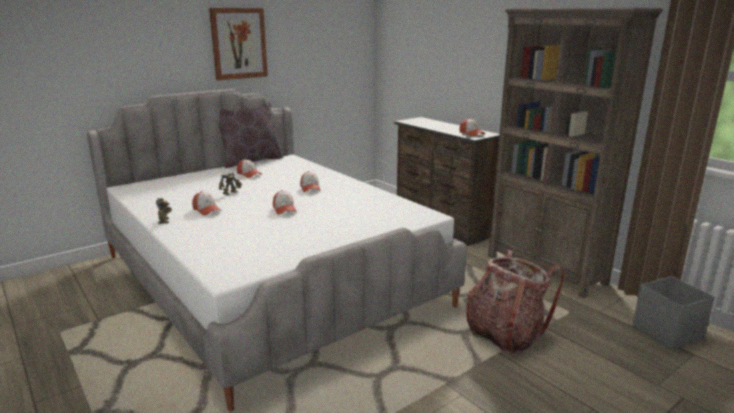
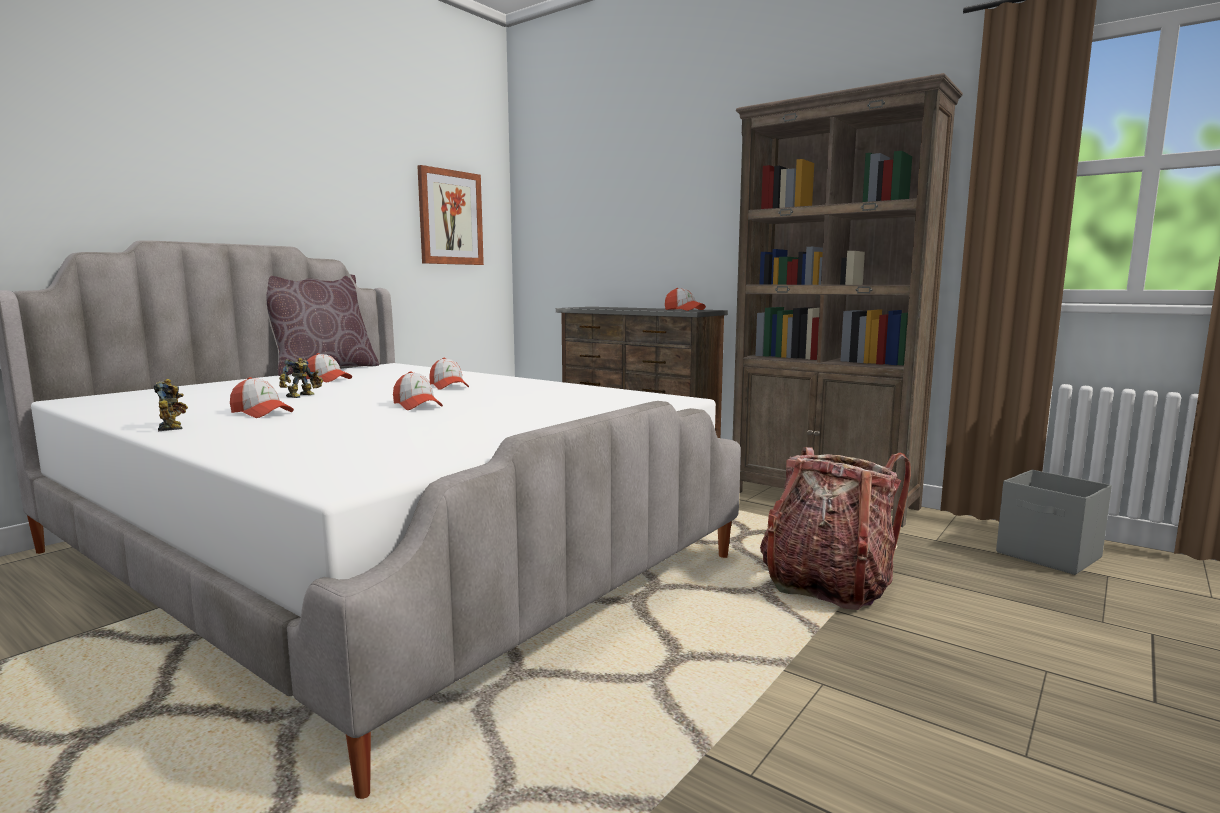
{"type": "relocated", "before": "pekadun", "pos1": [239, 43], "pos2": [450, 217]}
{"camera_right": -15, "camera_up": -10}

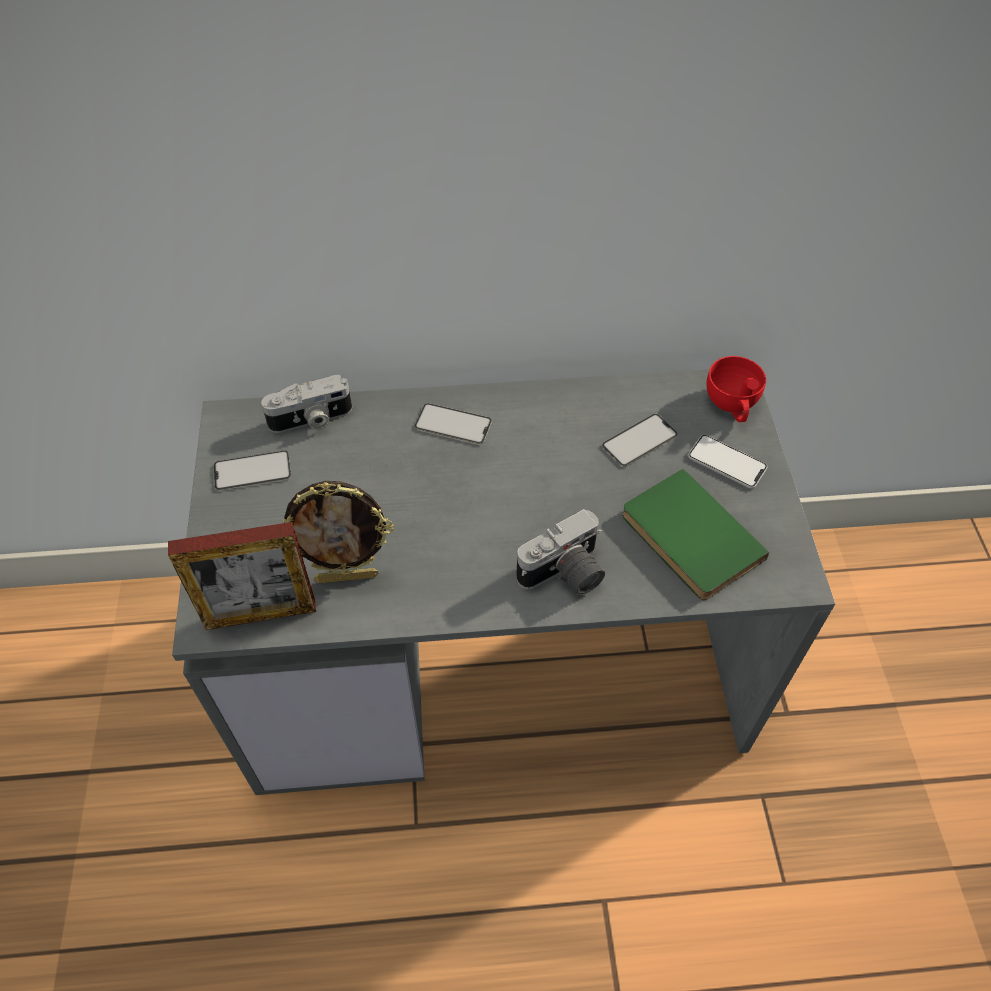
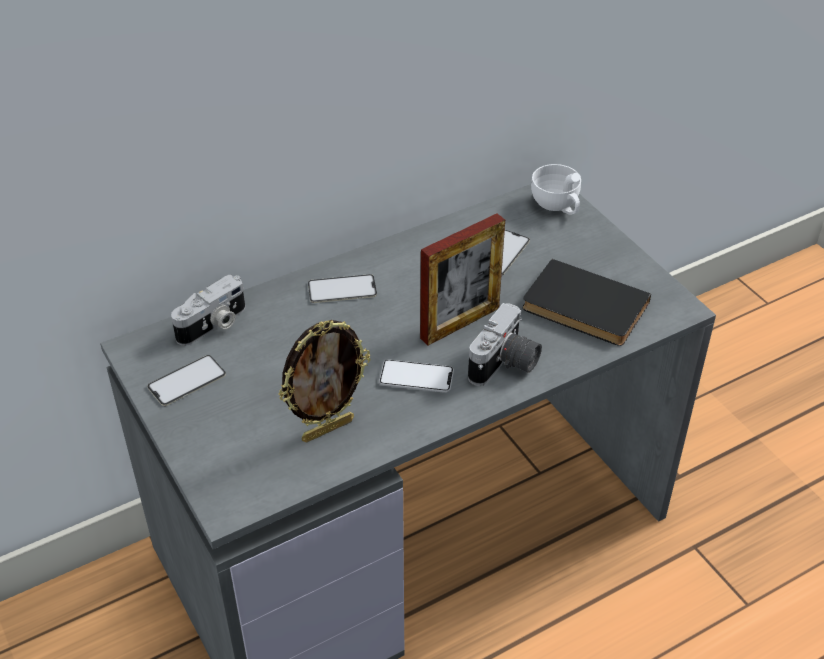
{"type": "colour", "before": "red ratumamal", "after": "white ratumamal", "pos1": [732, 405], "pos2": [557, 206]}
{"type": "relocated", "before": "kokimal", "pos1": [726, 462], "pos2": [416, 377]}
{"type": "colour", "before": "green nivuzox", "after": "black nivuzox", "pos1": [688, 539], "pos2": [583, 308]}
{"type": "relocated", "before": "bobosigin", "pos1": [261, 614], "pos2": [460, 323]}
{"camera_right": -25, "camera_up": -10}

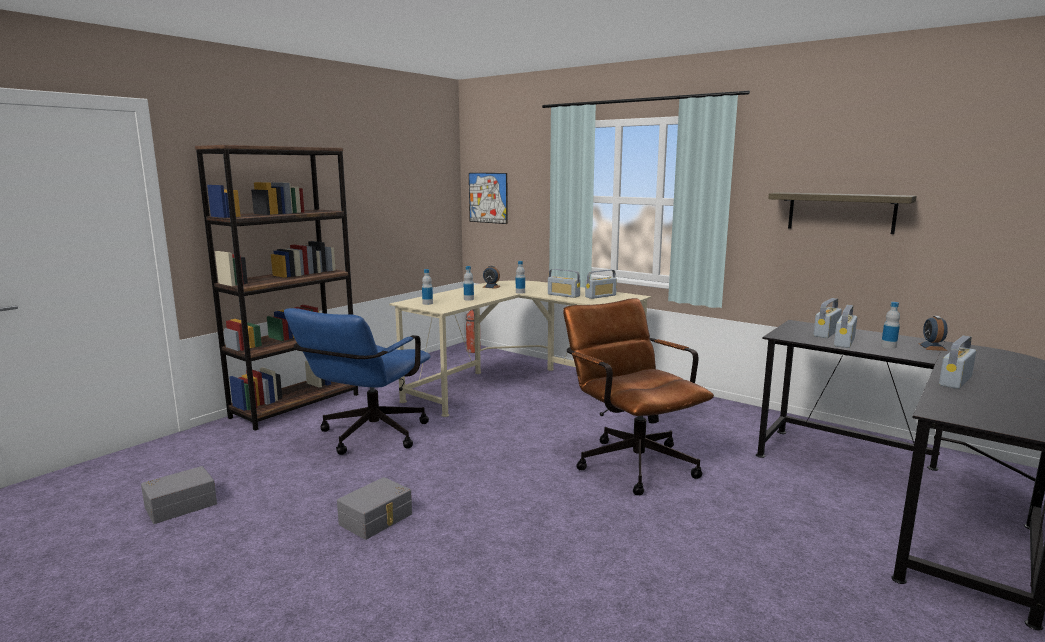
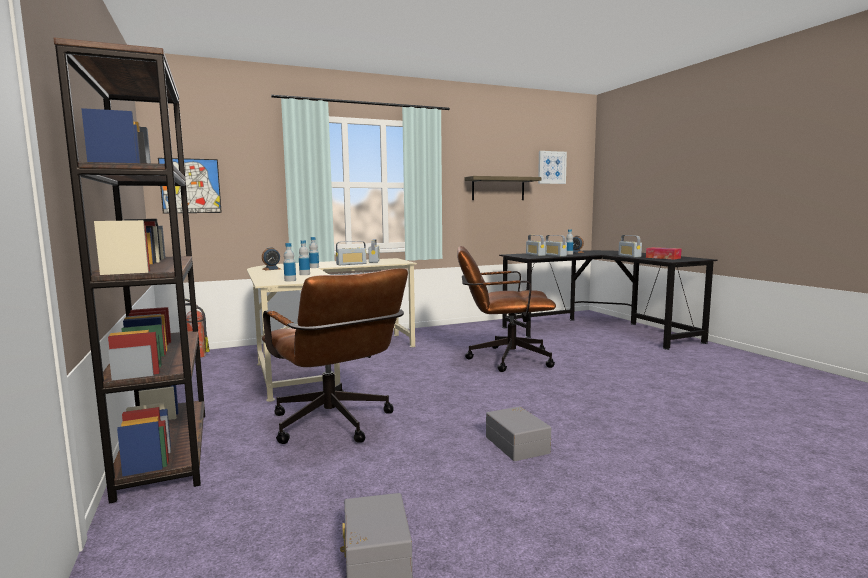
{"type": "colour", "before": "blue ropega", "after": "brown ropega", "pos1": [368, 437], "pos2": [335, 426]}
{"type": "appeared", "after": "pekadun", "pos2": [551, 167]}
{"type": "appeared", "after": "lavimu", "pos2": [663, 258]}
{"camera_right": -60, "camera_up": -5}

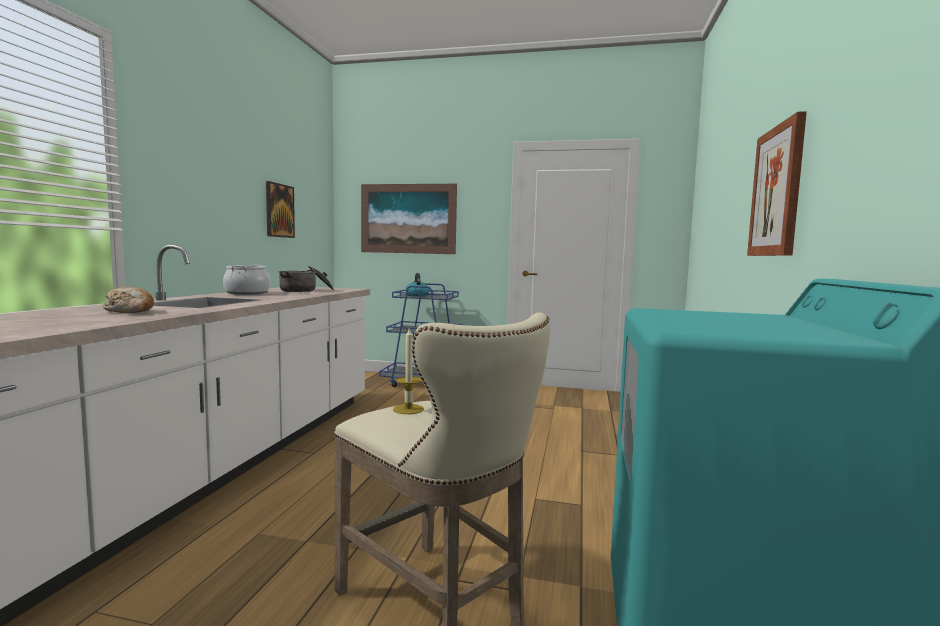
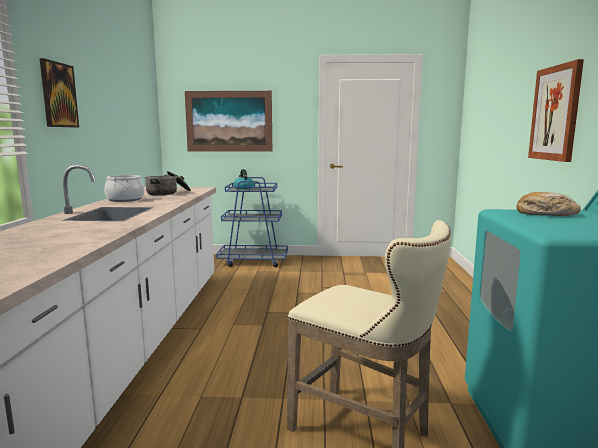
{"type": "relocated", "before": "pekadun", "pos1": [279, 210], "pos2": [58, 95]}
{"type": "relocated", "before": "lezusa", "pos1": [130, 311], "pos2": [545, 213]}
{"type": "missing", "before": "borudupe", "pos1": [408, 409]}
{"camera_right": -10, "camera_up": 5}

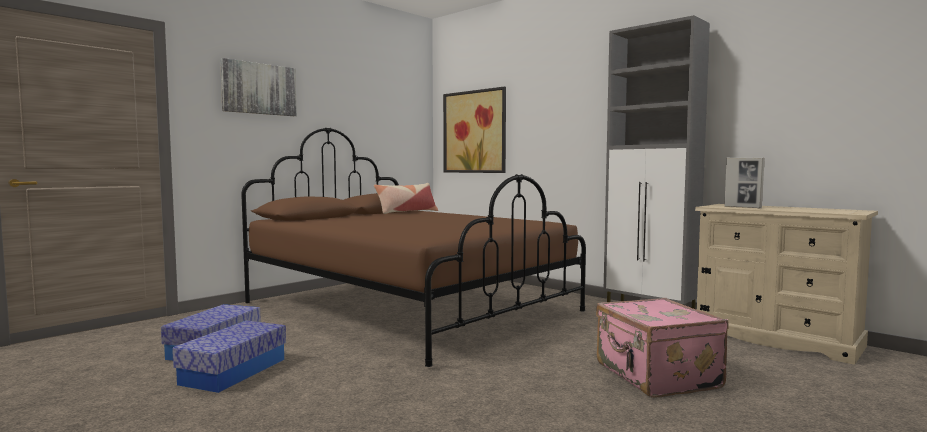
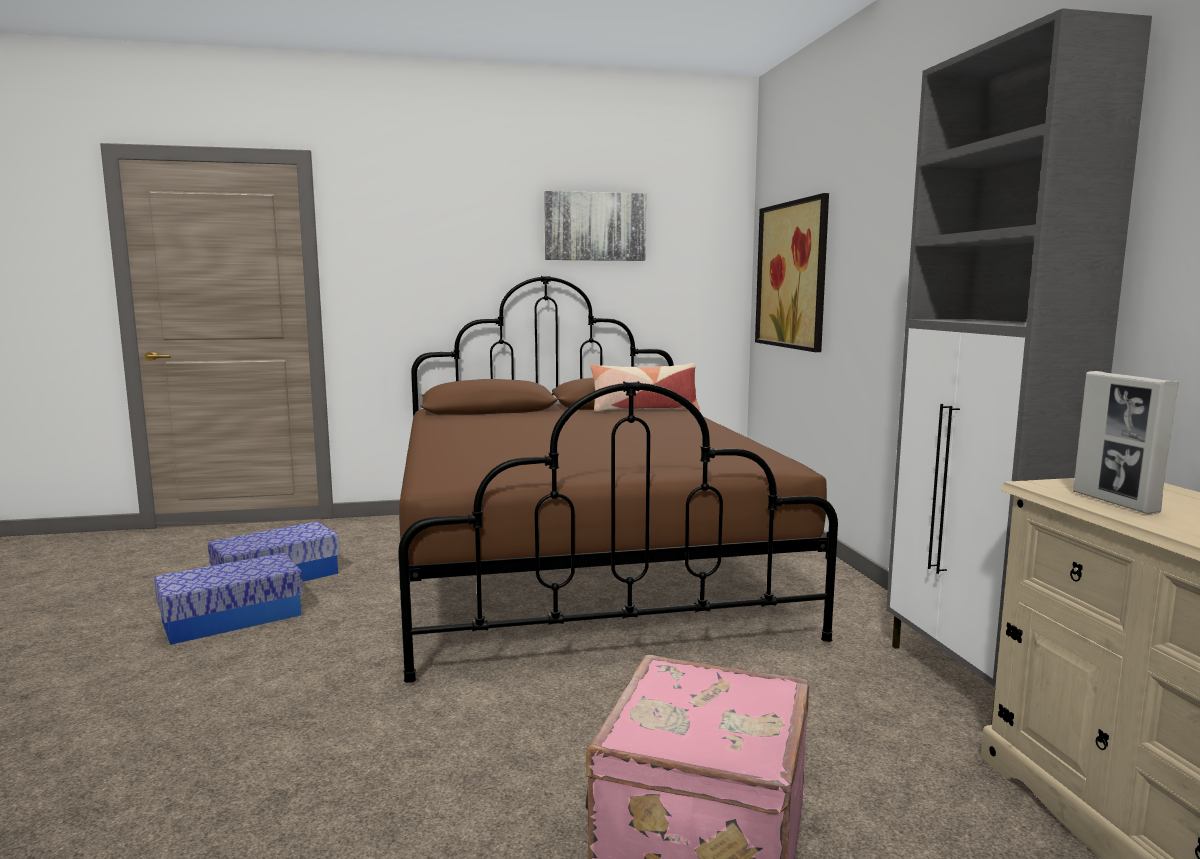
{"type": "relocated", "before": "pekadun", "pos1": [259, 89], "pos2": [595, 226]}
{"camera_right": 35, "camera_up": 5}

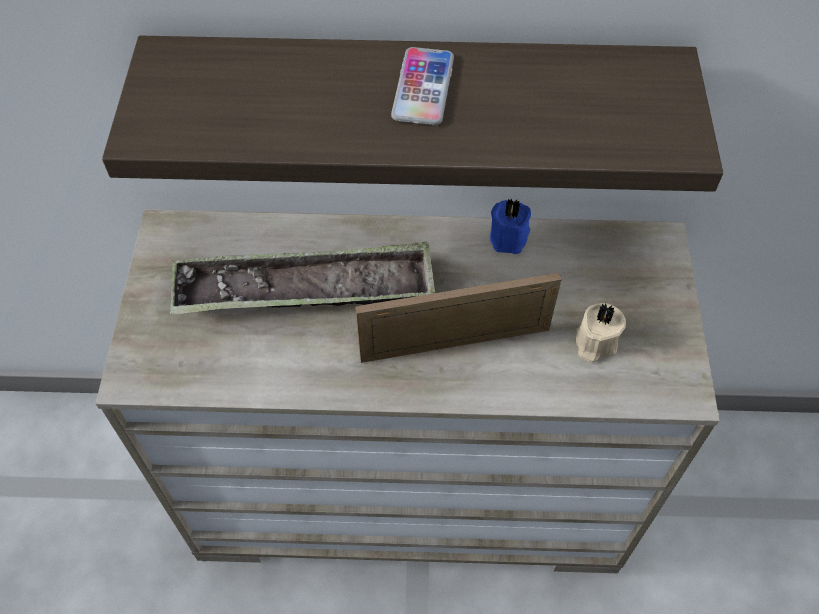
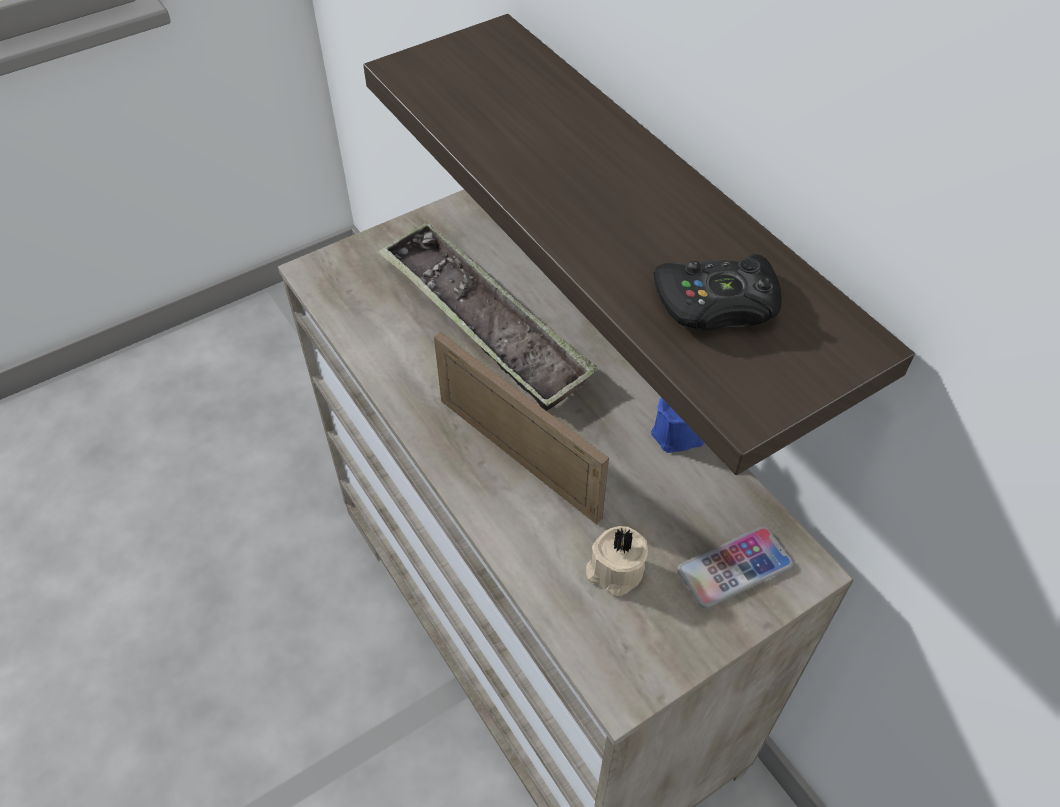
{"type": "relocated", "before": "kokimal", "pos1": [423, 87], "pos2": [734, 568]}
{"type": "appeared", "after": "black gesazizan", "pos2": [717, 304]}
{"camera_right": 55, "camera_up": -5}

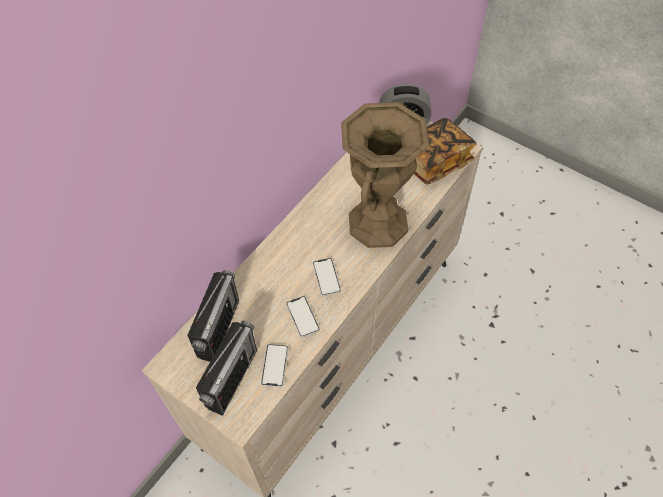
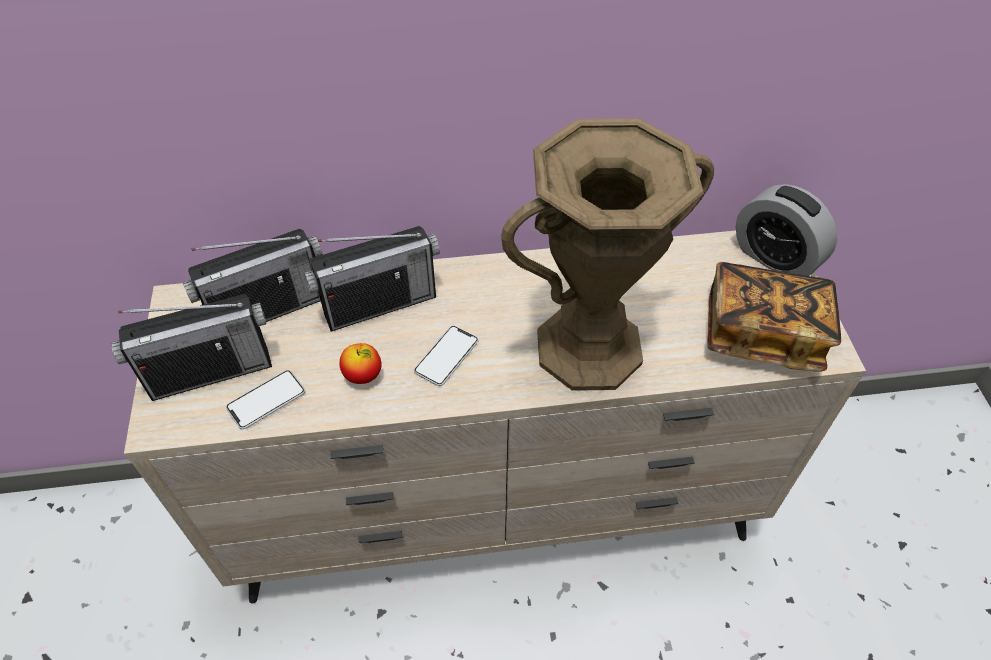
{"type": "exchanged", "before": "kokimal", "after": "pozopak", "pos1": [302, 317], "pos2": [363, 376]}
{"type": "appeared", "after": "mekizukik", "pos2": [380, 304]}
{"camera_right": 45, "camera_up": -5}

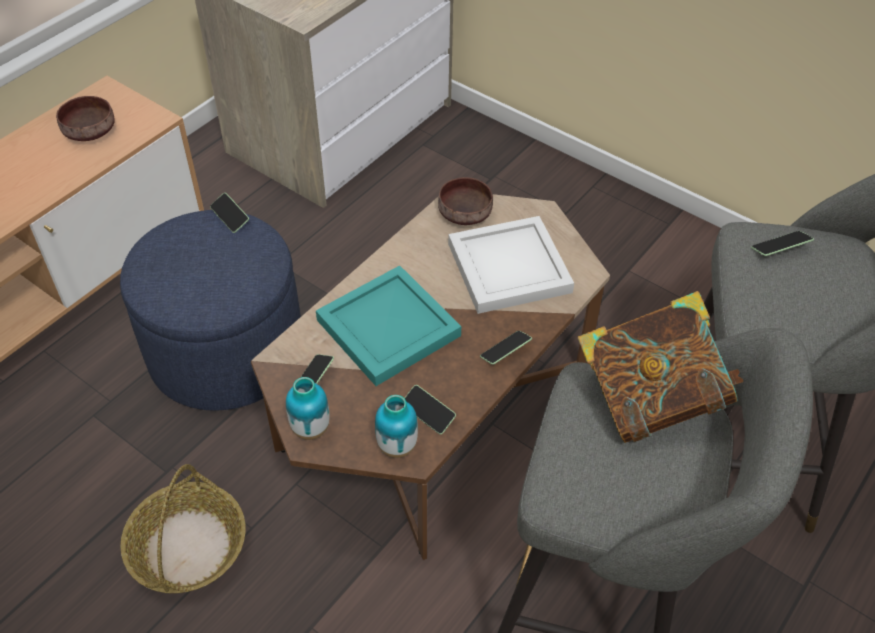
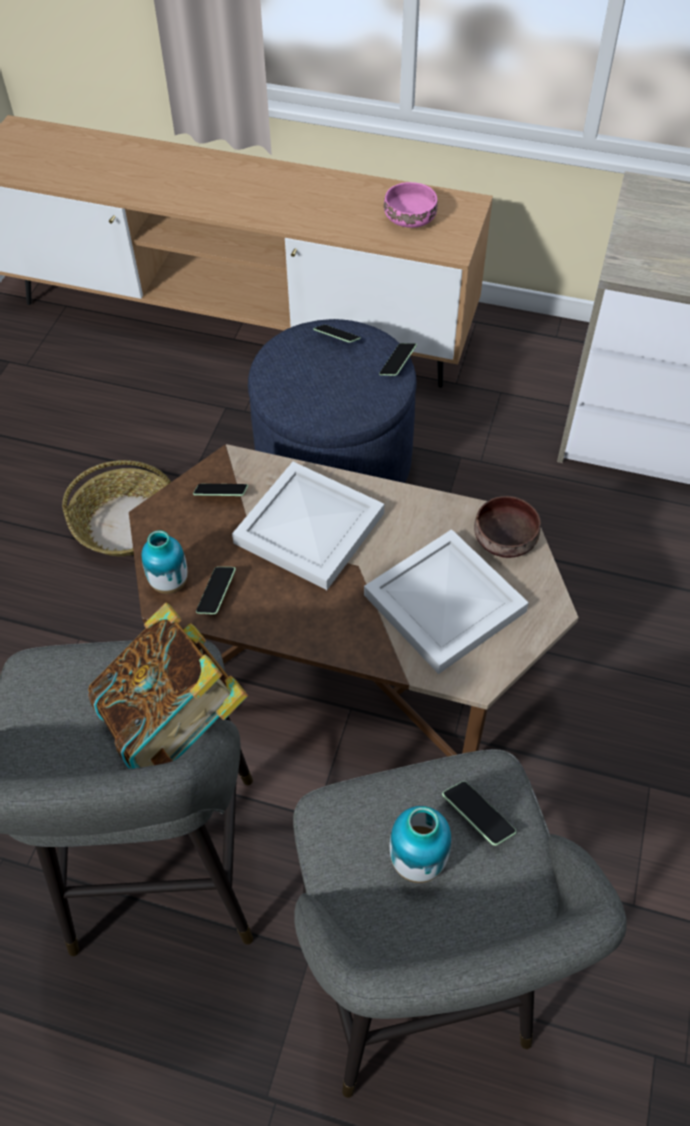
{"type": "colour", "before": "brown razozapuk", "after": "pink razozapuk", "pos1": [90, 130], "pos2": [411, 218]}
{"type": "colour", "before": "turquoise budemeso", "after": "white budemeso", "pos1": [386, 327], "pos2": [309, 526]}
{"type": "relocated", "before": "kokimal", "pos1": [505, 352], "pos2": [337, 338]}
{"type": "relocated", "before": "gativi", "pos1": [310, 429], "pos2": [417, 861]}
{"camera_right": 70, "camera_up": 5}

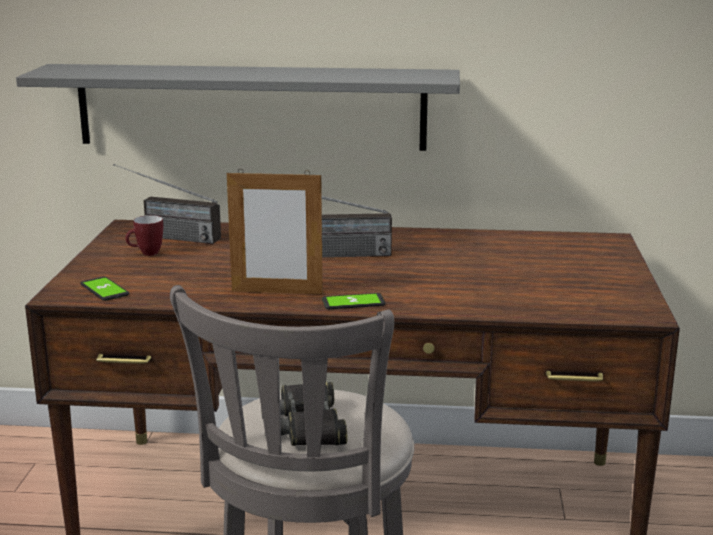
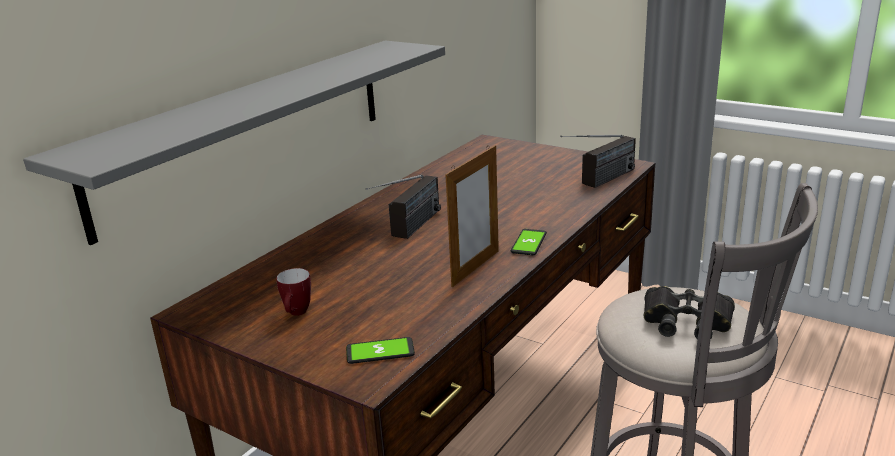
{"type": "relocated", "before": "mekizukik", "pos1": [164, 236], "pos2": [599, 182]}
{"camera_right": -60, "camera_up": 5}

